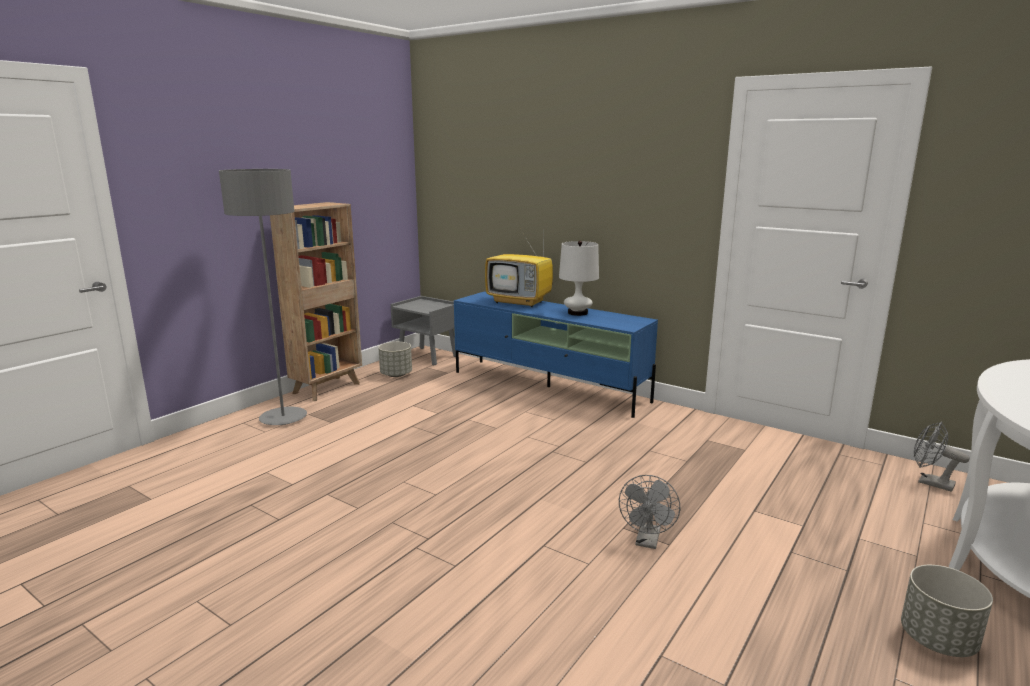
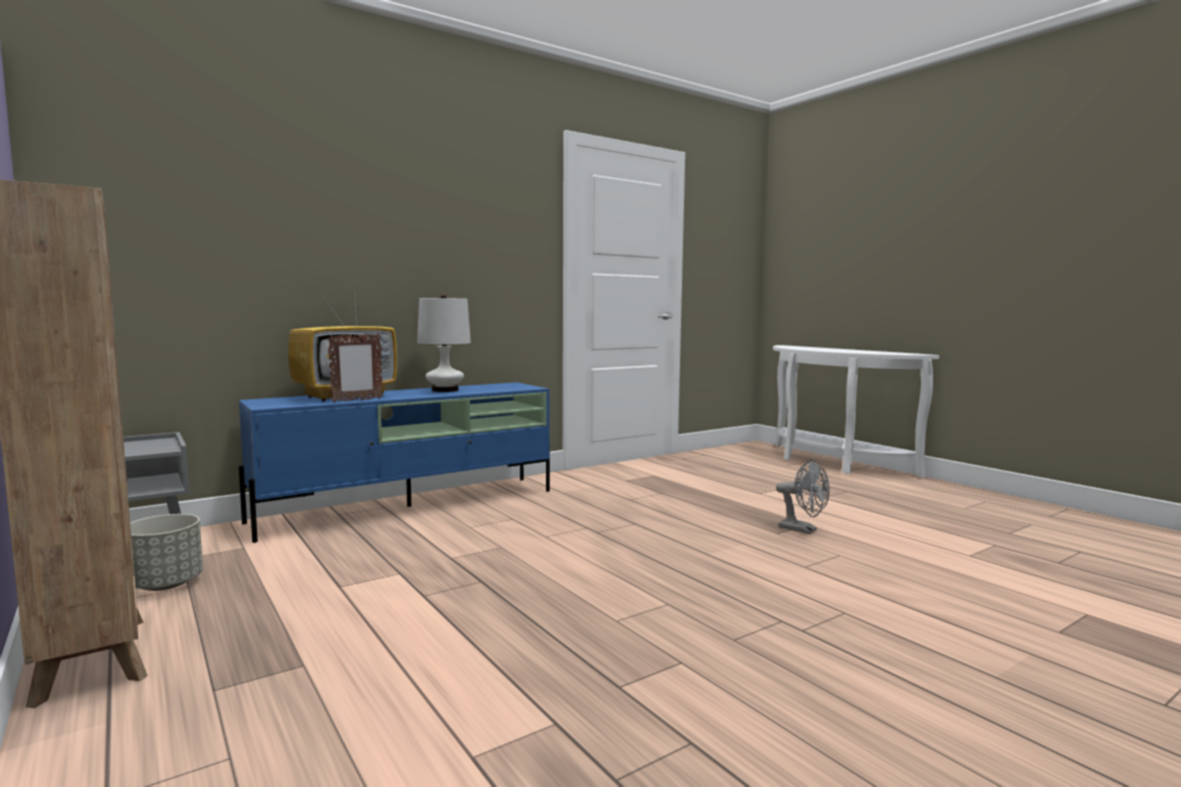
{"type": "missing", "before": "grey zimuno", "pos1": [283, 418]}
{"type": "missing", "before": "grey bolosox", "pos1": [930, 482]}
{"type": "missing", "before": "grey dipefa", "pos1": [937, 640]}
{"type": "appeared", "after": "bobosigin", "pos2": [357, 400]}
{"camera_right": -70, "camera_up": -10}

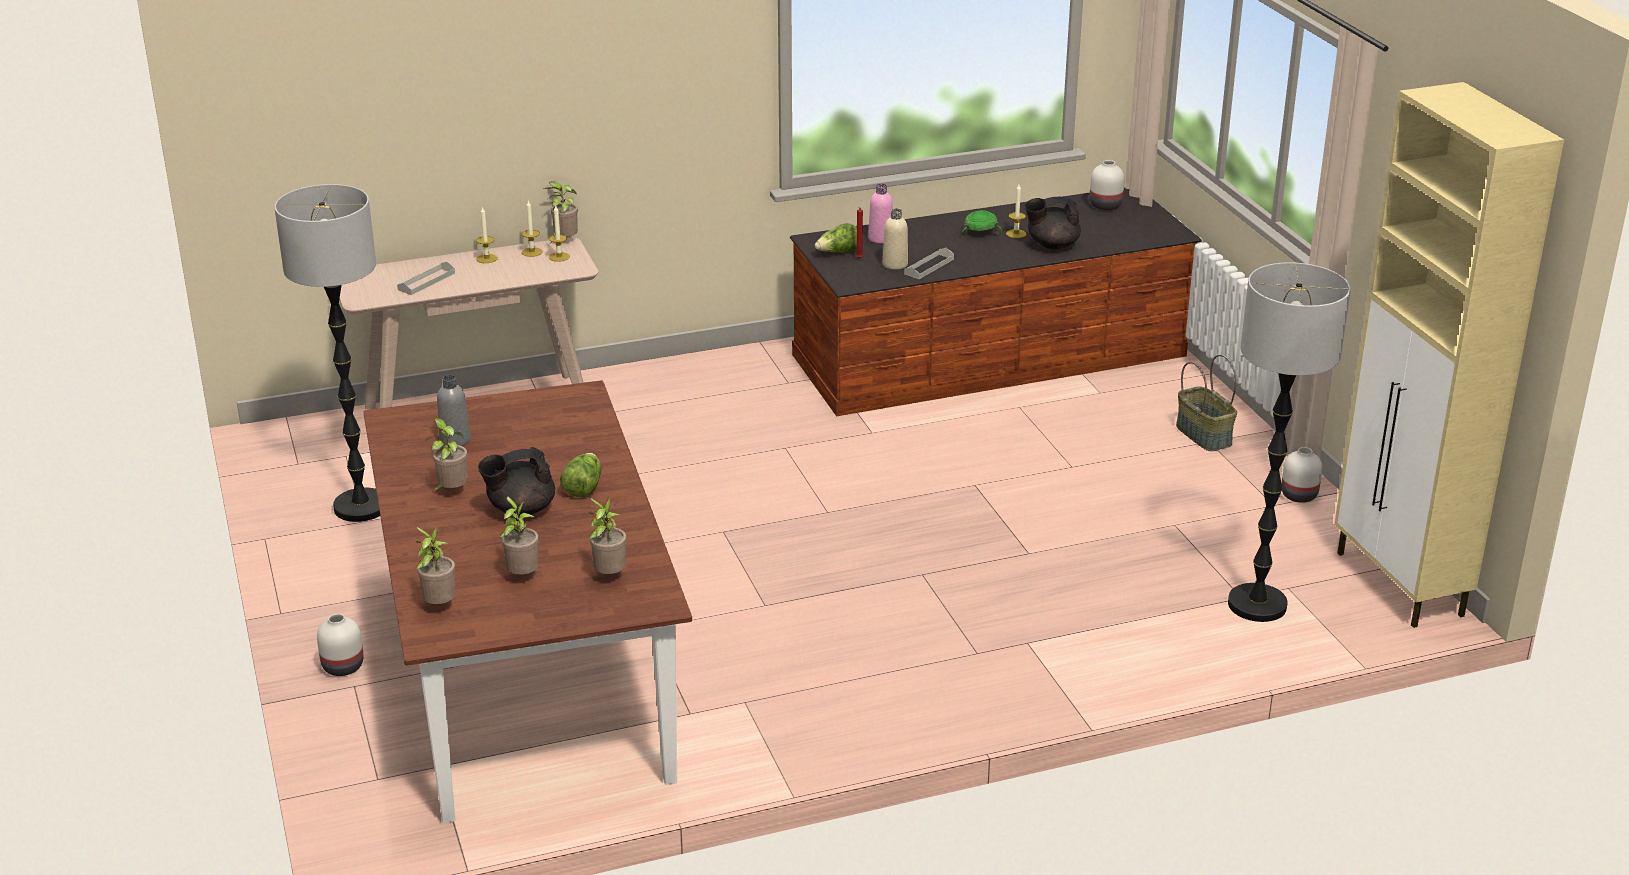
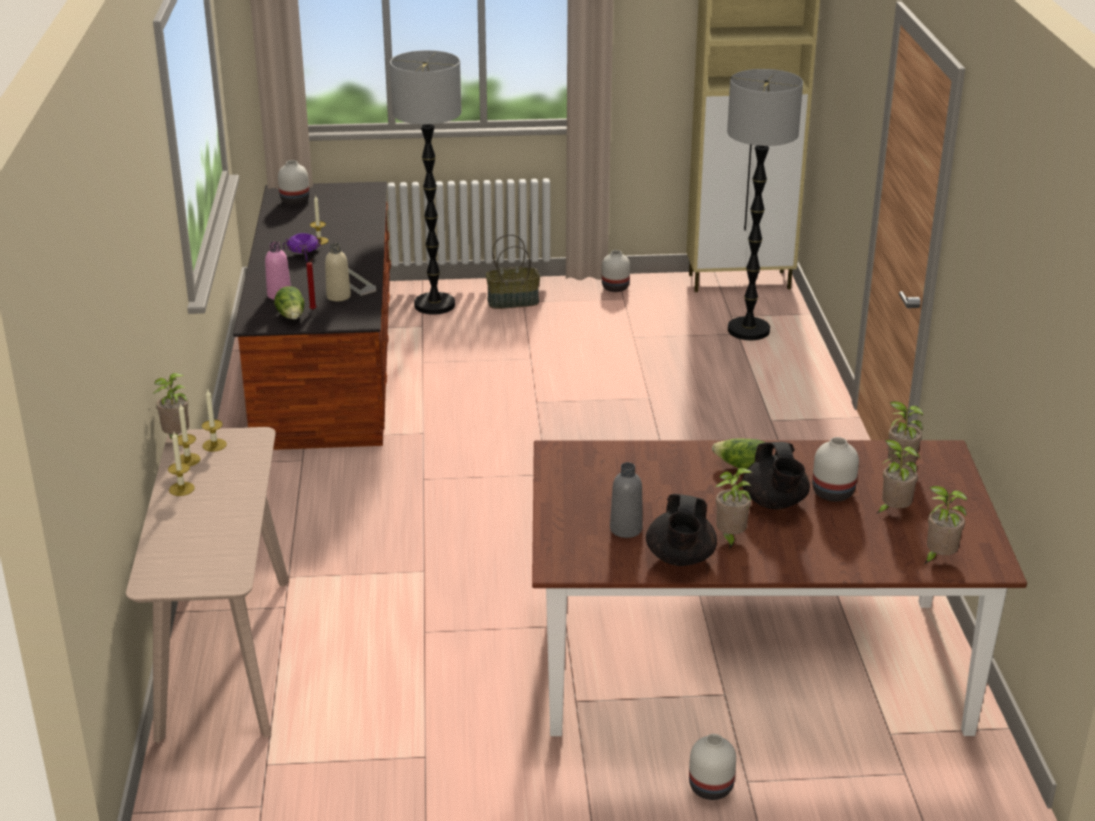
{"type": "relocated", "before": "zimuno", "pos1": [361, 507], "pos2": [434, 305]}
{"type": "relocated", "before": "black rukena", "pos1": [1052, 245], "pos2": [680, 559]}
{"type": "colour", "before": "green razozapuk", "after": "purple razozapuk", "pos1": [981, 232], "pos2": [303, 253]}
{"type": "missing", "before": "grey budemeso", "pos1": [426, 281]}
{"type": "appeared", "after": "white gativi", "pos2": [831, 493]}
{"camera_right": -75, "camera_up": 0}

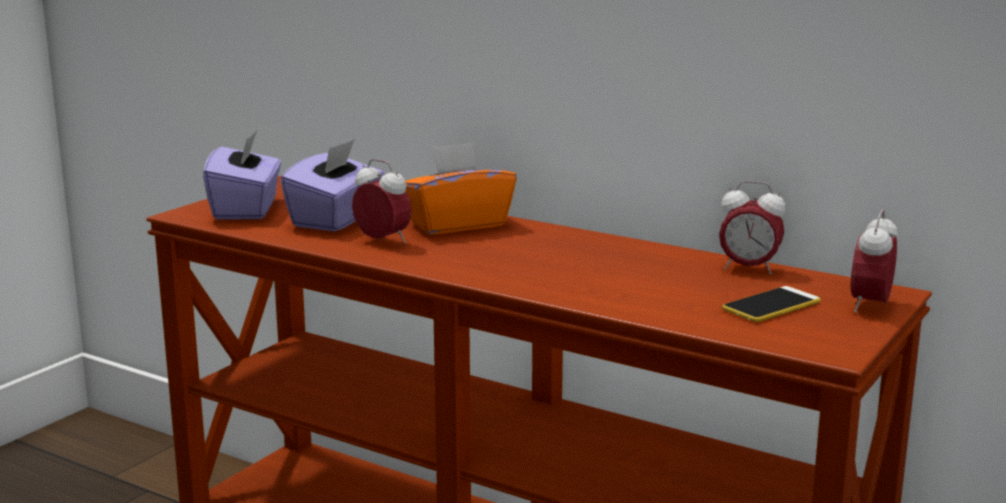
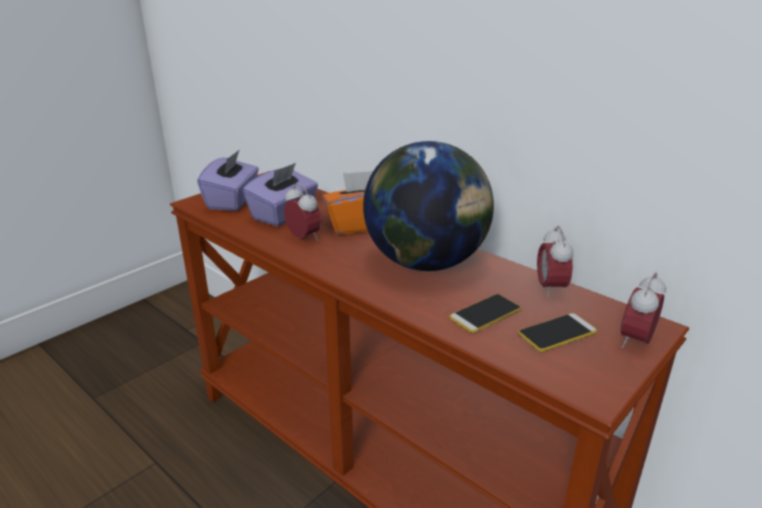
{"type": "spun", "before": "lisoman", "pos1": [749, 269], "pos2": [550, 288], "turn": 60}
{"type": "appeared", "after": "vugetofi", "pos2": [426, 263]}
{"type": "appeared", "after": "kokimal", "pos2": [485, 314]}
{"camera_right": 10, "camera_up": 10}

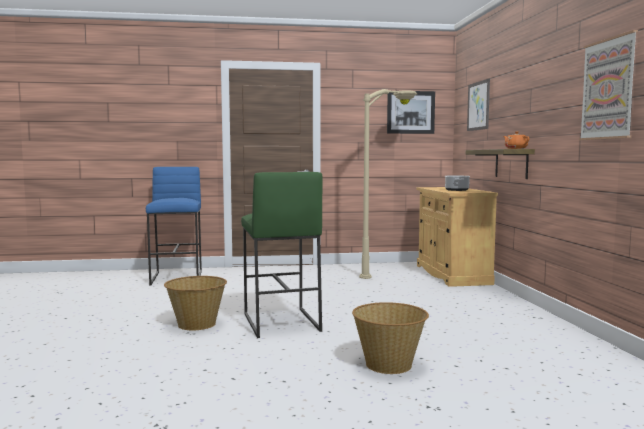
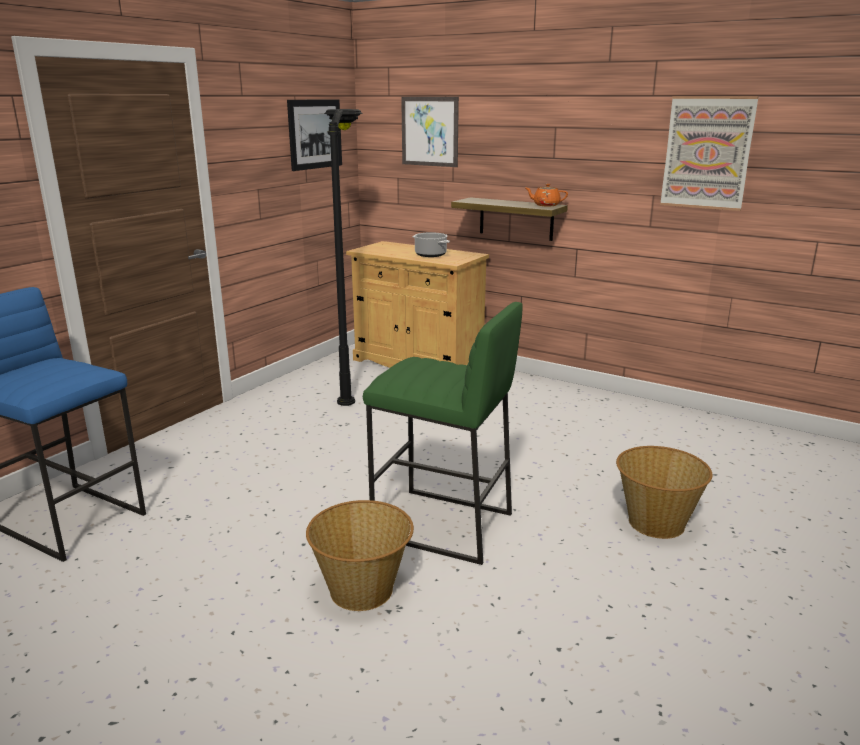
{"type": "colour", "before": "beige zimuno", "after": "black zimuno", "pos1": [392, 272], "pos2": [352, 381]}
{"camera_right": -50, "camera_up": 15}

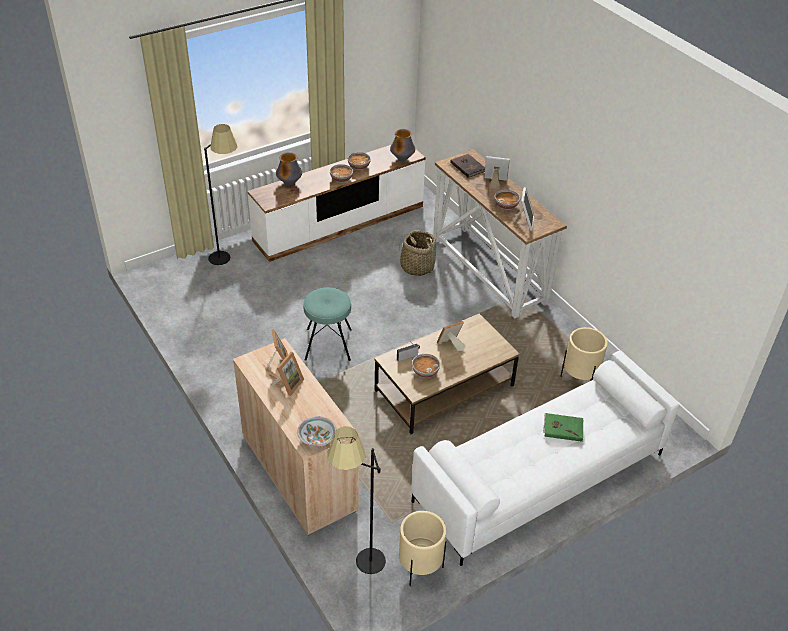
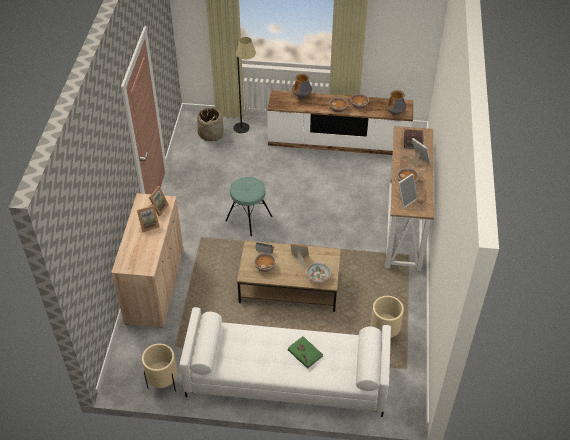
{"type": "relocated", "before": "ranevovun", "pos1": [417, 266], "pos2": [211, 134]}
{"type": "relocated", "before": "razozapuk", "pos1": [317, 438], "pos2": [318, 276]}
{"type": "missing", "before": "black zimuno", "pos1": [358, 567]}
{"camera_right": 40, "camera_up": 5}

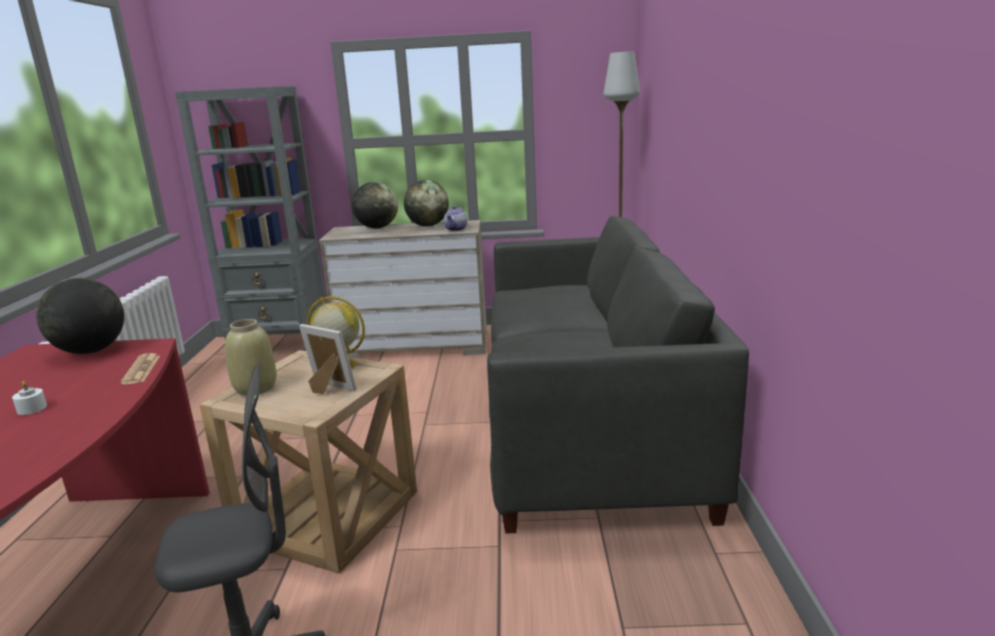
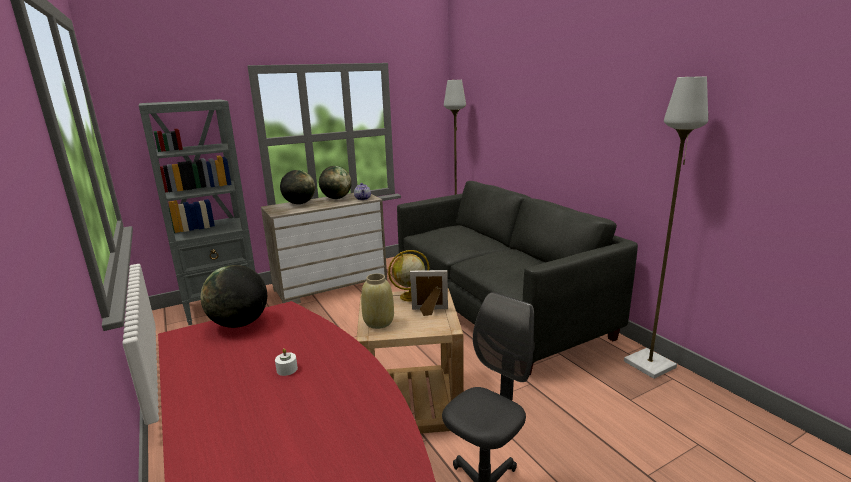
{"type": "missing", "before": "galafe", "pos1": [141, 370]}
{"type": "appeared", "after": "grey zimuno", "pos2": [650, 364]}
{"camera_right": -30, "camera_up": 0}

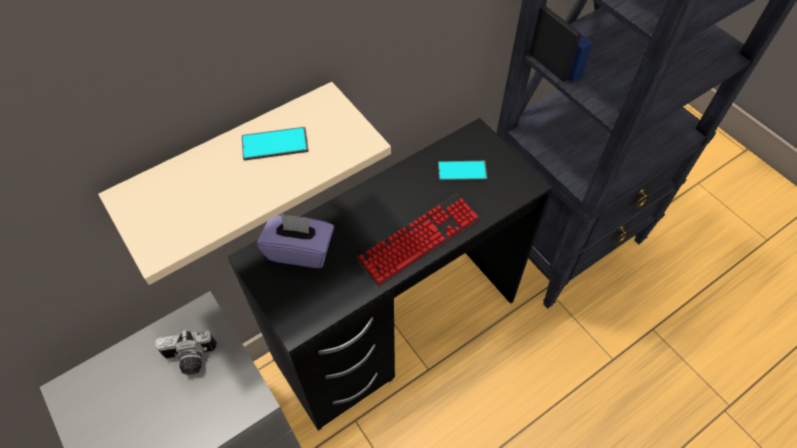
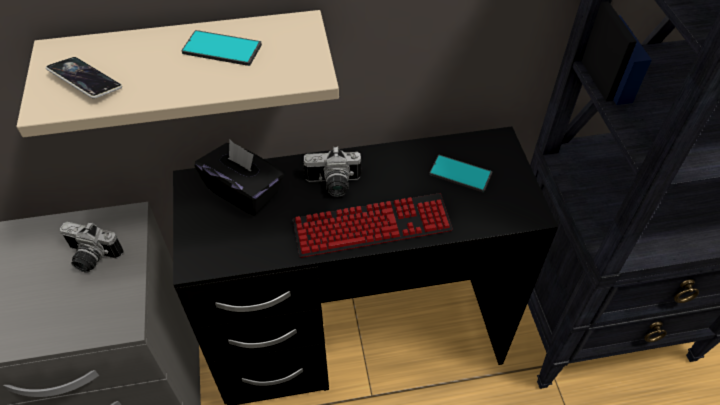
{"type": "colour", "before": "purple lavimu", "after": "black lavimu", "pos1": [300, 250], "pos2": [244, 191]}
{"type": "appeared", "after": "kokimal", "pos2": [85, 81]}
{"type": "appeared", "after": "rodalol", "pos2": [333, 185]}
{"camera_right": 25, "camera_up": -5}

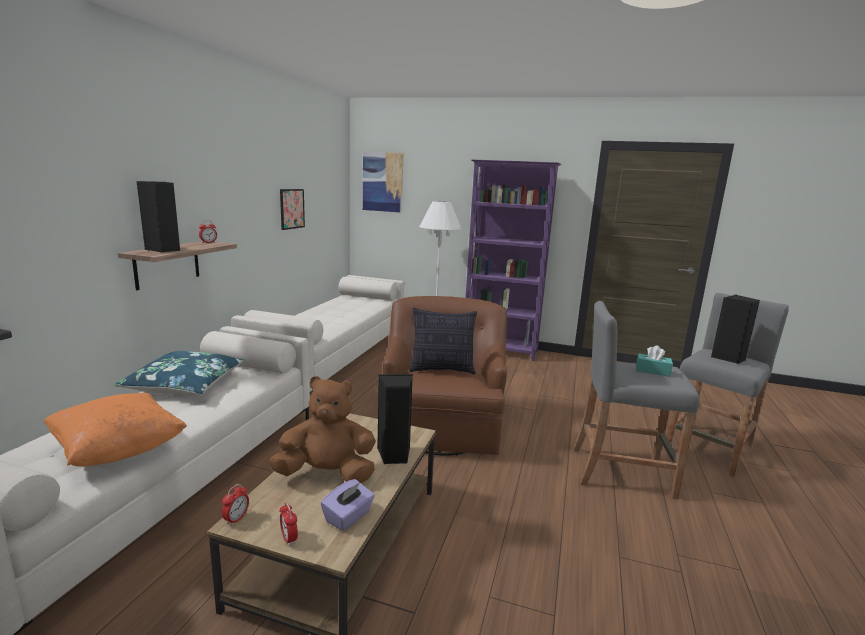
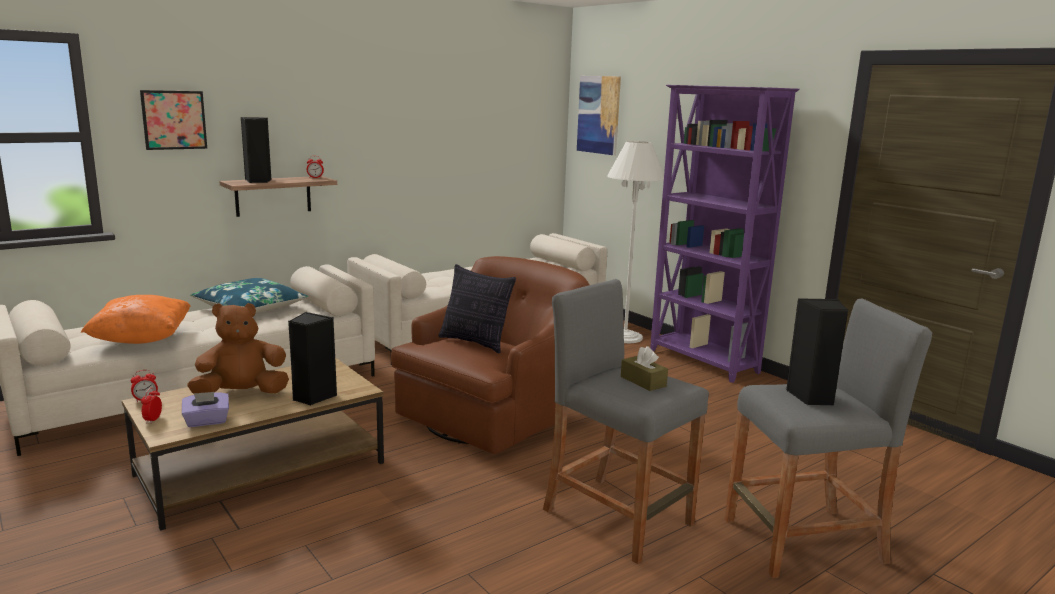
{"type": "relocated", "before": "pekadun", "pos1": [292, 209], "pos2": [174, 120]}
{"type": "colour", "before": "turquoise lavimu", "after": "brown lavimu", "pos1": [652, 371], "pos2": [643, 381]}
{"type": "spun", "before": "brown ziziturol", "pos1": [327, 475], "pos2": [242, 394], "turn": -60}
{"camera_right": 35, "camera_up": 0}

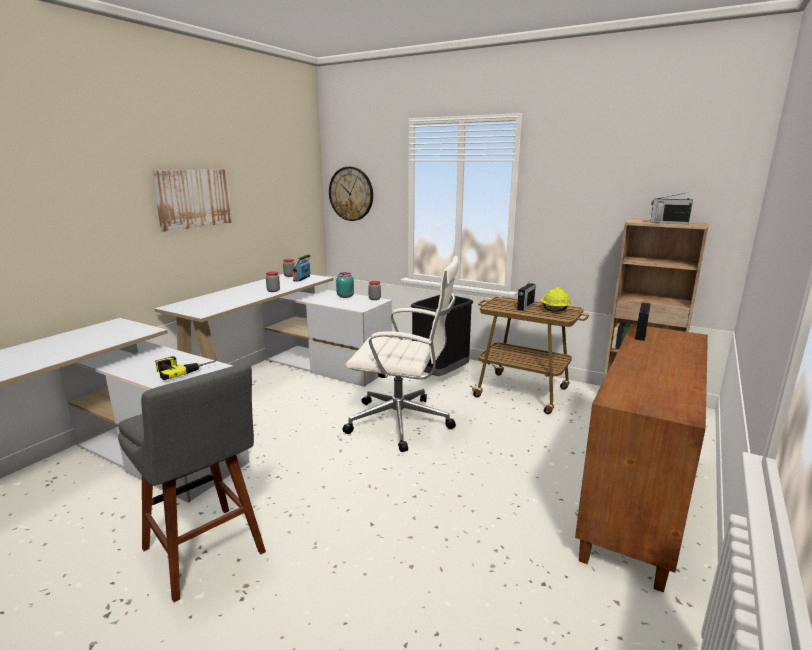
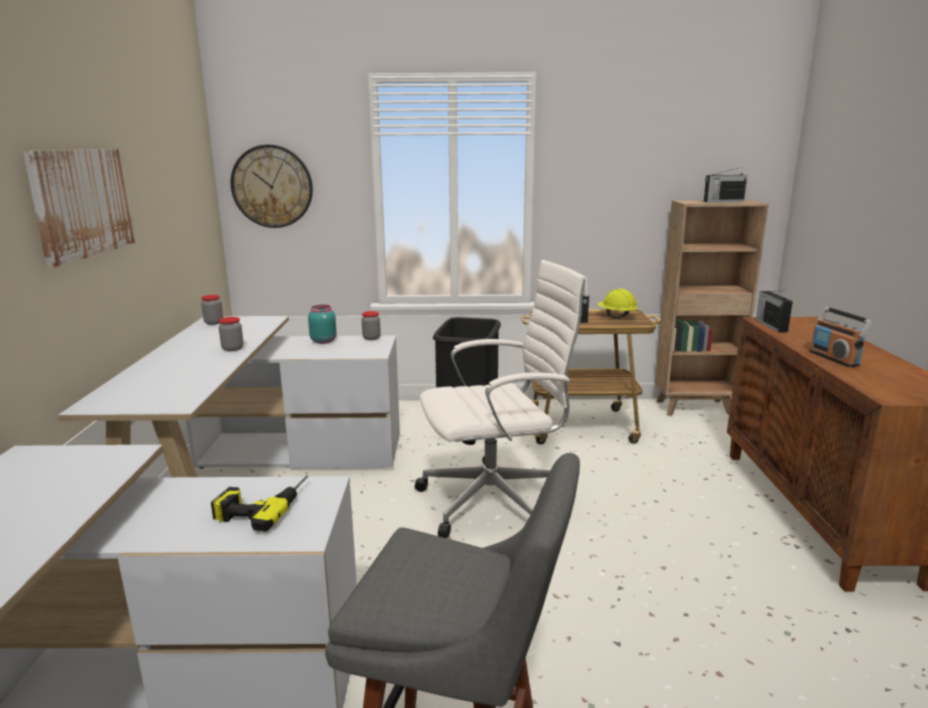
{"type": "relocated", "before": "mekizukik", "pos1": [302, 278], "pos2": [834, 358]}
{"camera_right": -30, "camera_up": 0}

